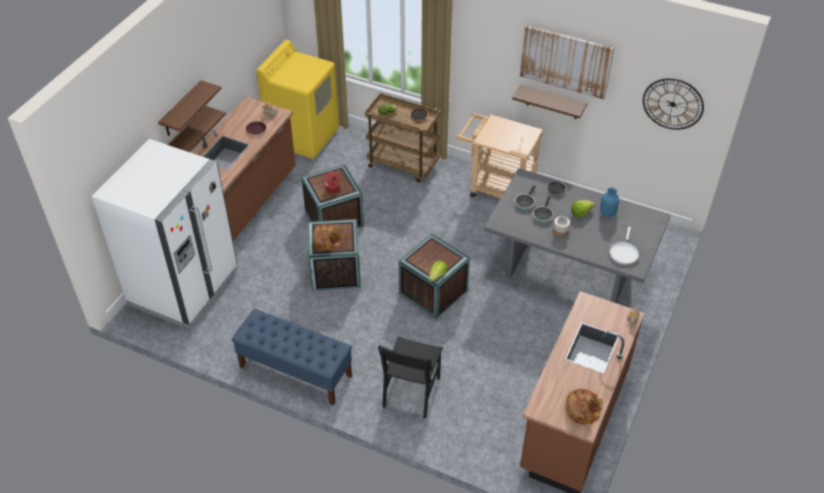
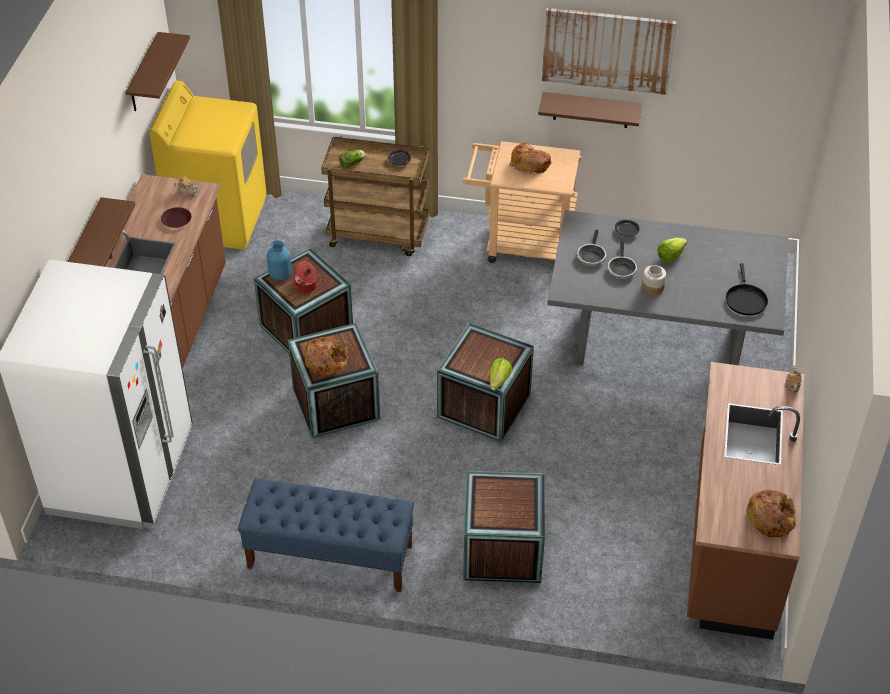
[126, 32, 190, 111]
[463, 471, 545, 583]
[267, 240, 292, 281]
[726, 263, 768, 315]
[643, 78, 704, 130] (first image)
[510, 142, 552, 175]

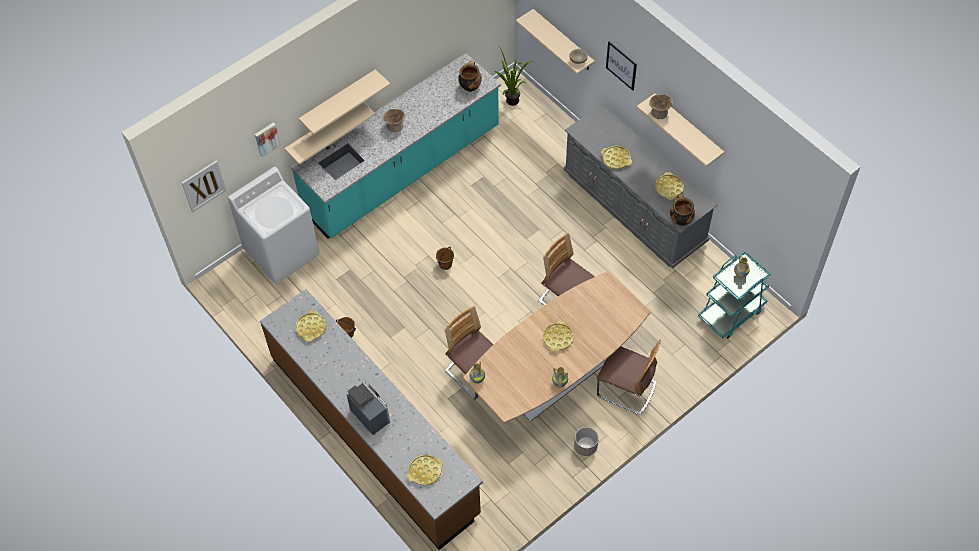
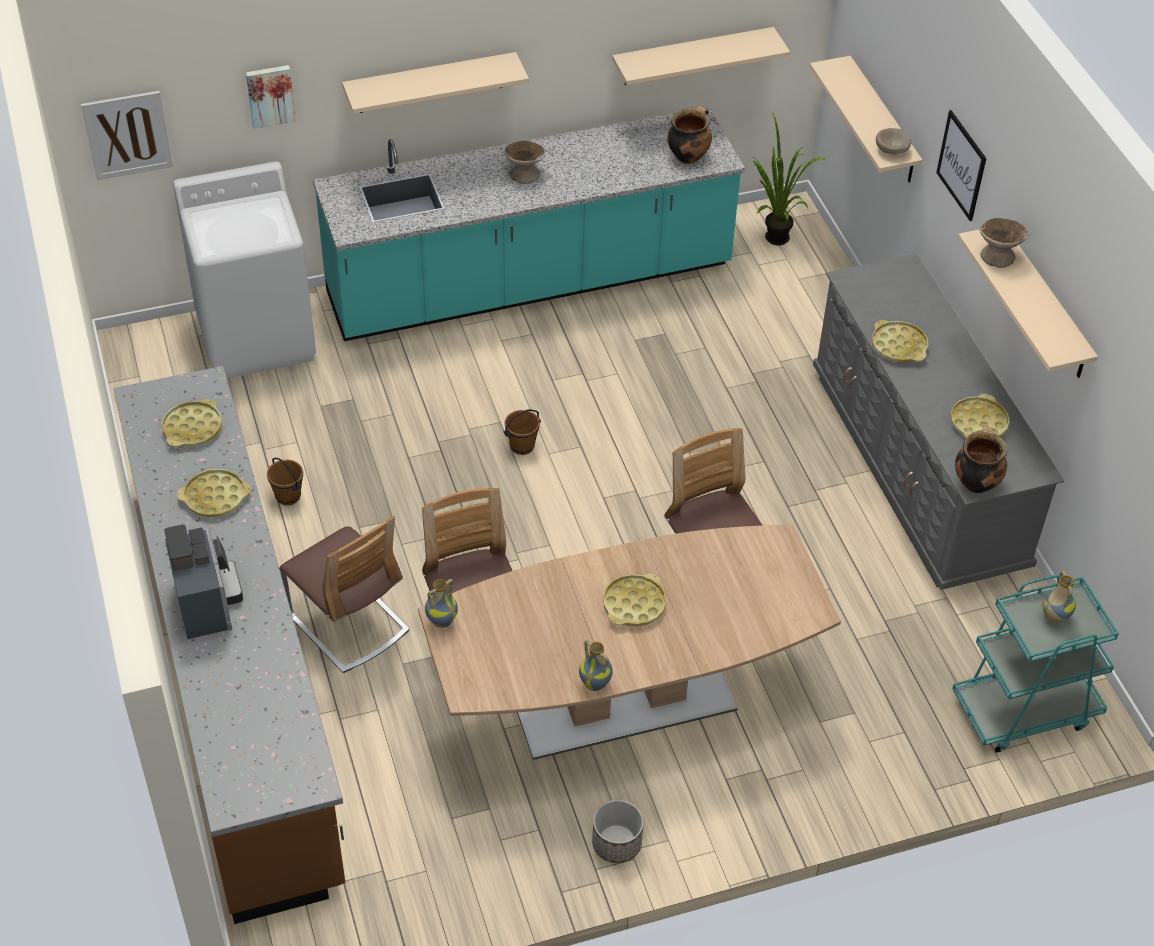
[612, 27, 790, 85]
[177, 469, 251, 517]
[279, 516, 410, 673]

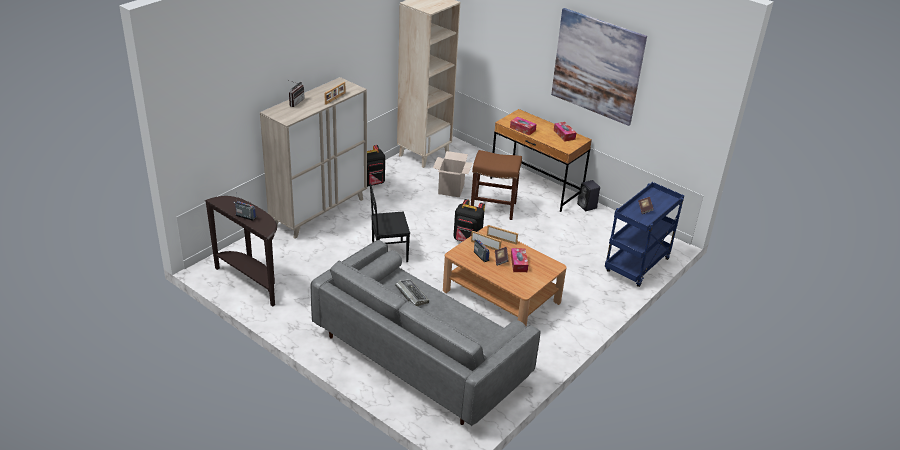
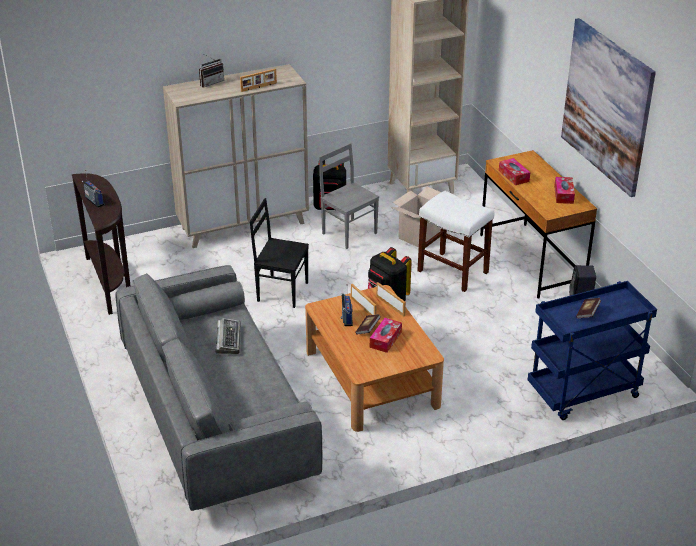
[417, 191, 495, 292]
[319, 143, 379, 249]

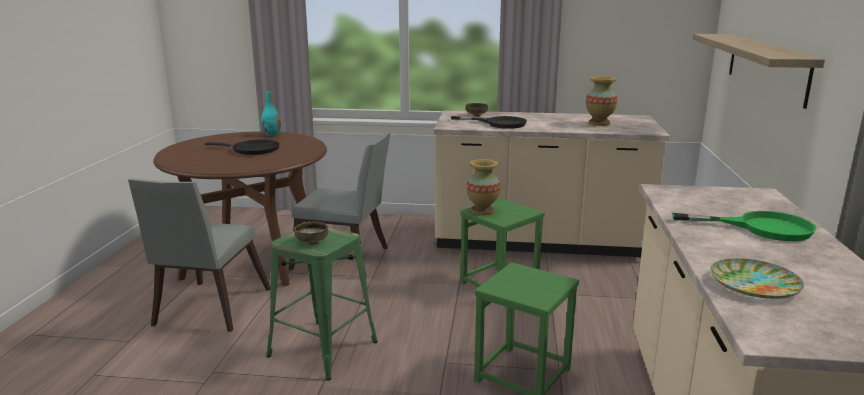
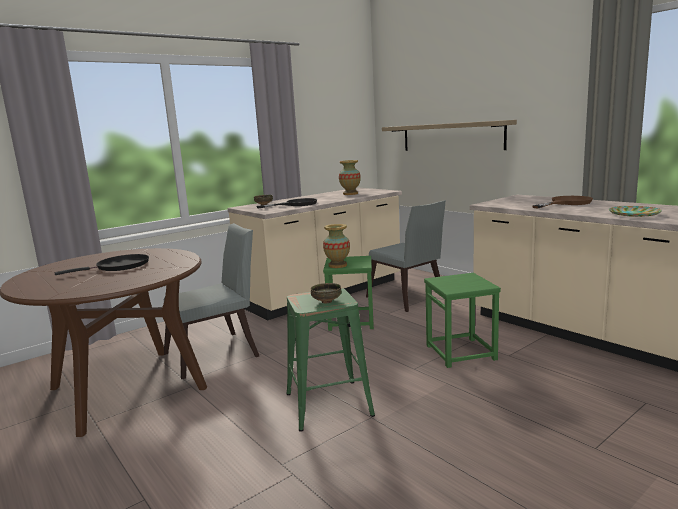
[366, 200, 446, 312]
[261, 91, 281, 136] (first image)
[532, 196, 593, 209]

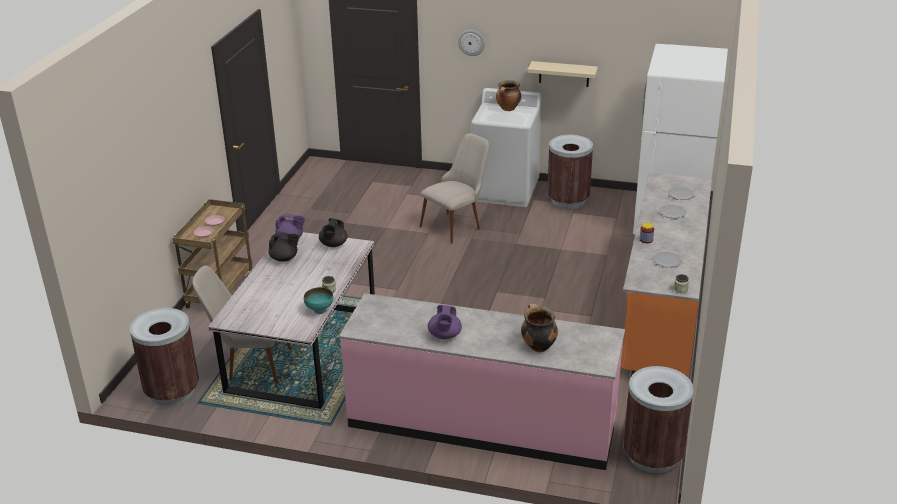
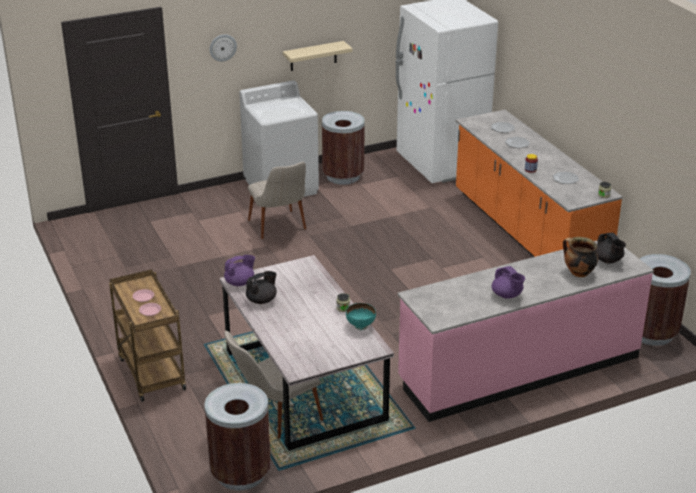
[596, 233, 626, 263]
[248, 162, 306, 239]
[496, 80, 521, 111] (first image)

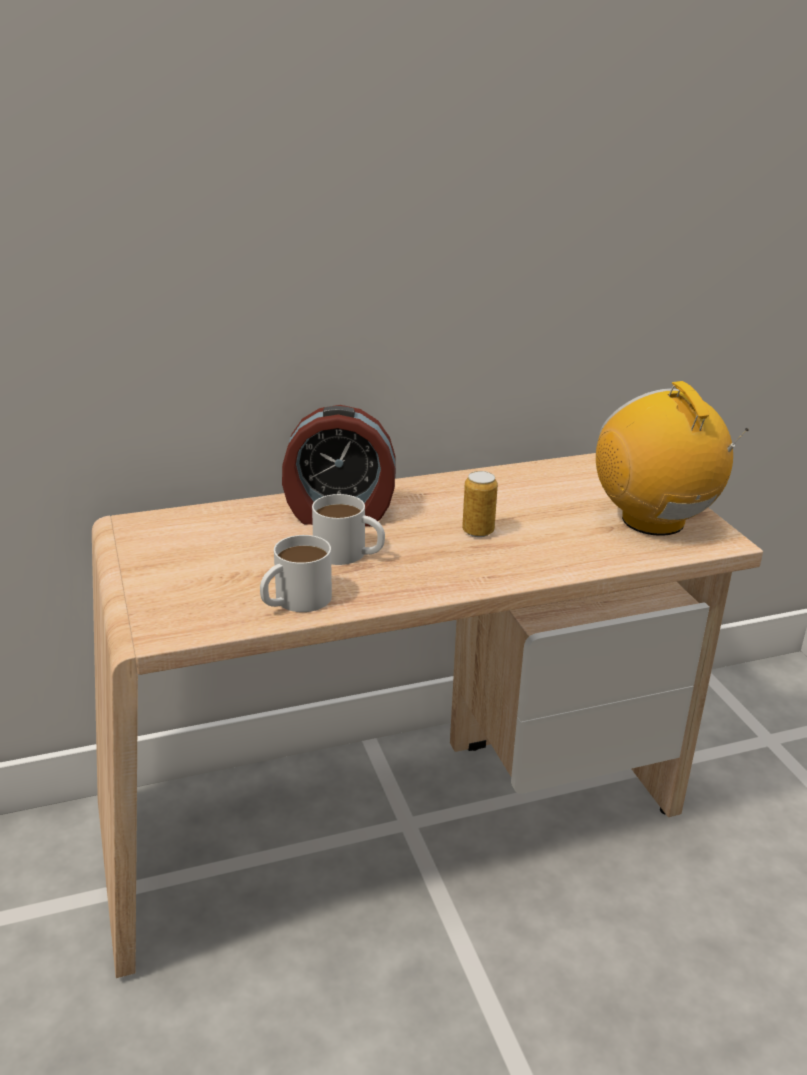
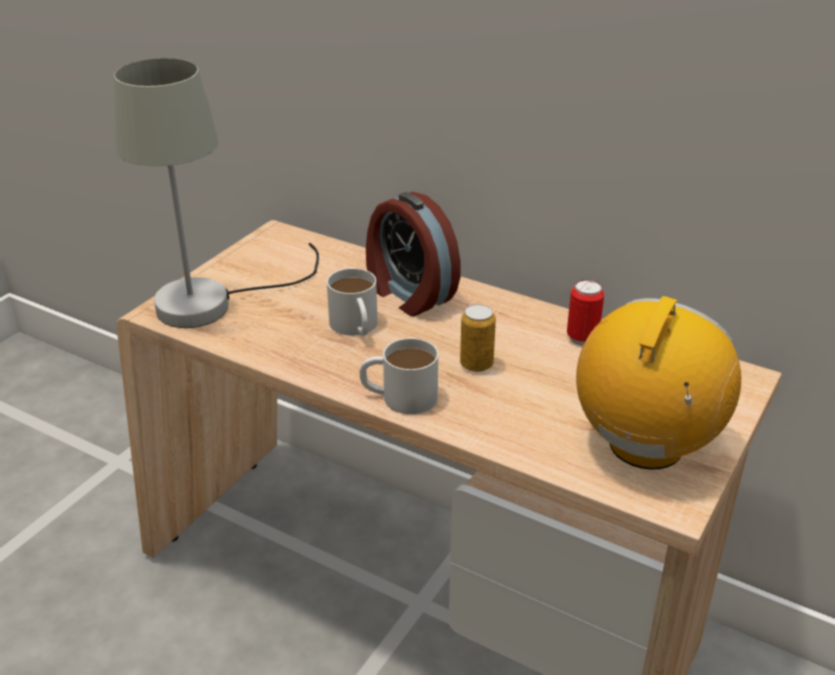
[360, 338, 438, 414]
[114, 58, 319, 328]
[567, 280, 604, 346]

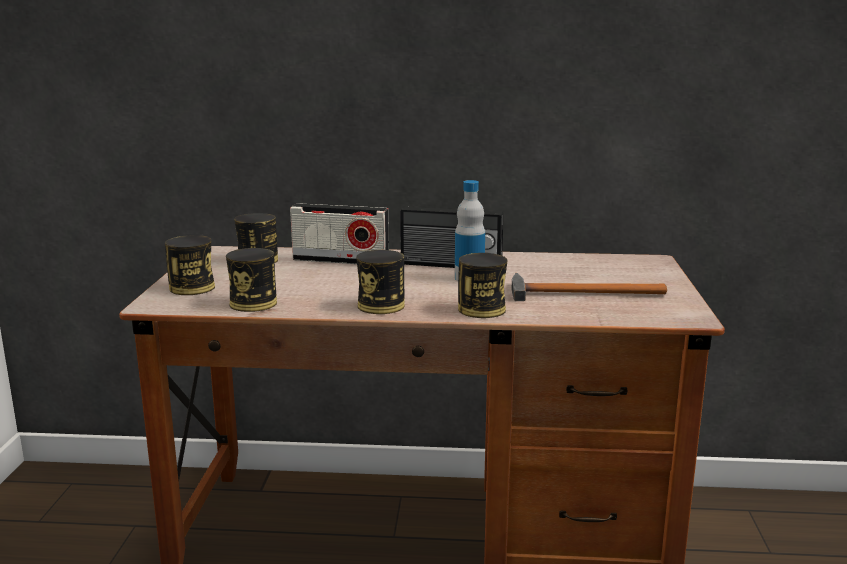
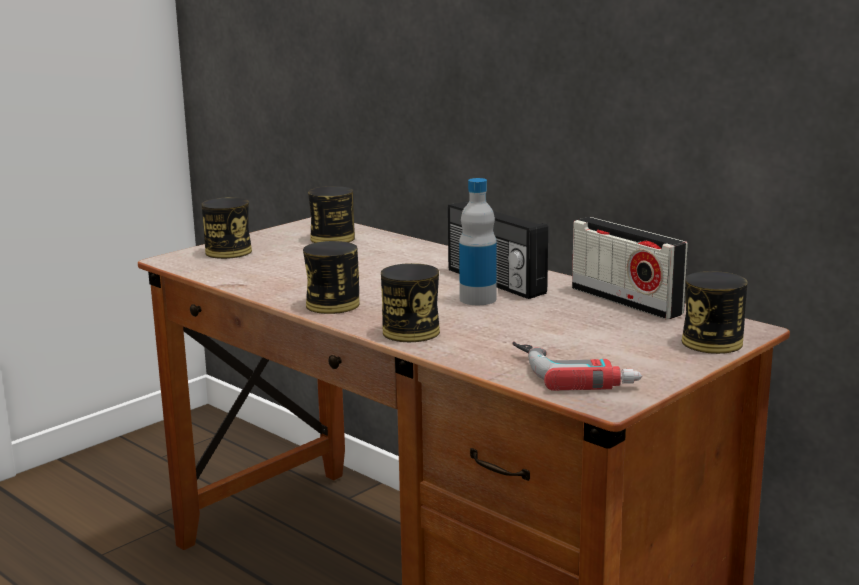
[682, 271, 748, 354]
[572, 217, 688, 320]
[512, 273, 667, 301] (first image)
[512, 341, 642, 391]

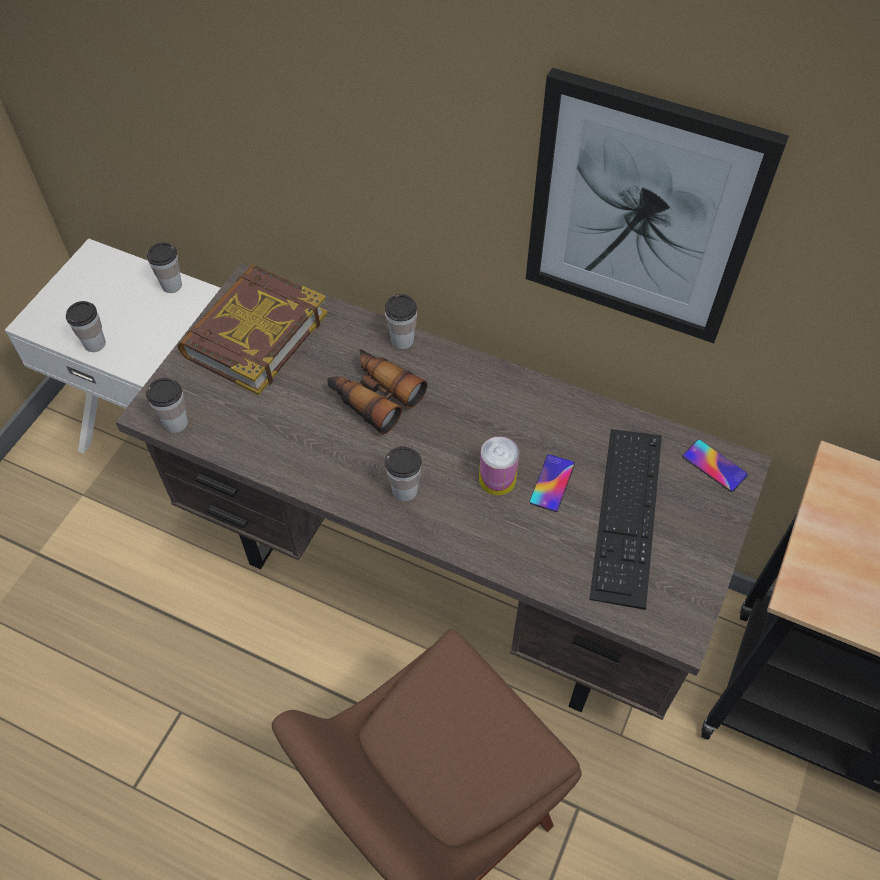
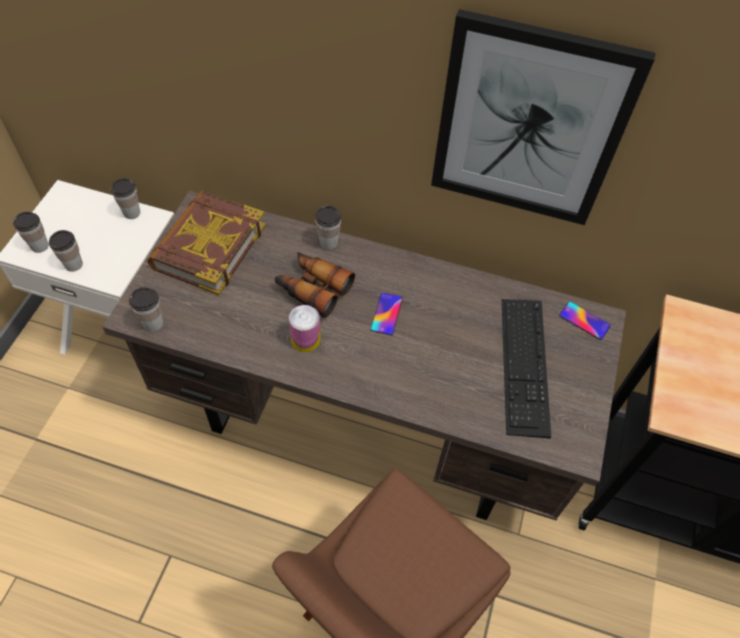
[13, 211, 49, 253]
[289, 305, 321, 352]
[371, 293, 403, 335]

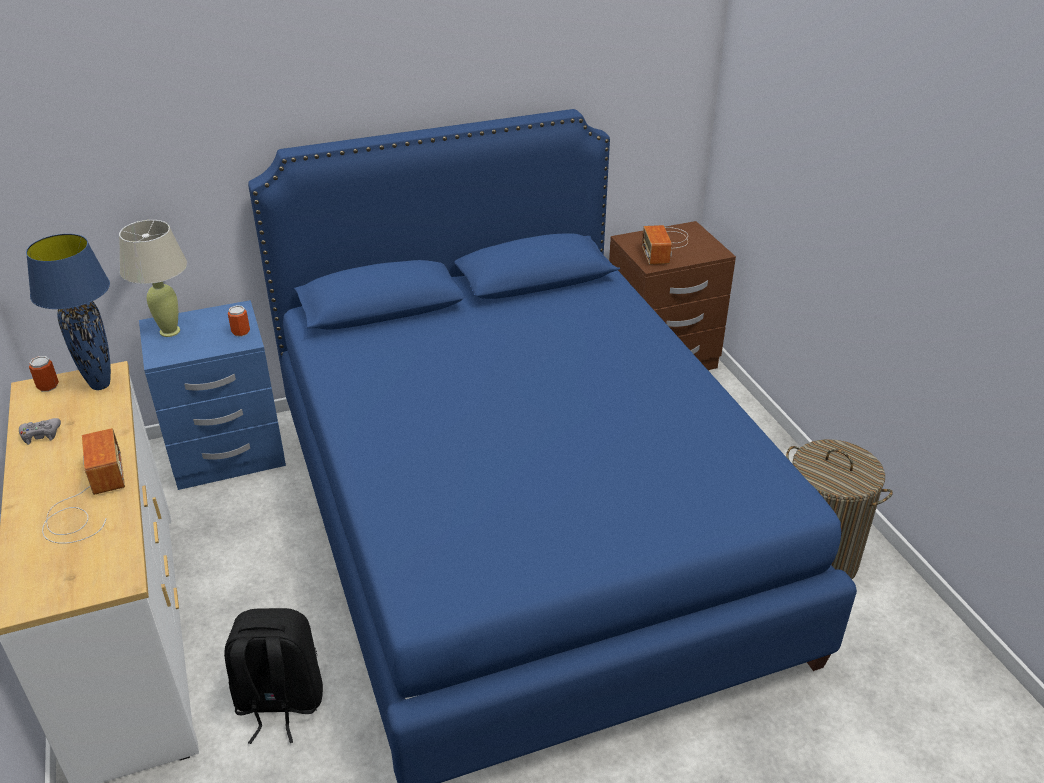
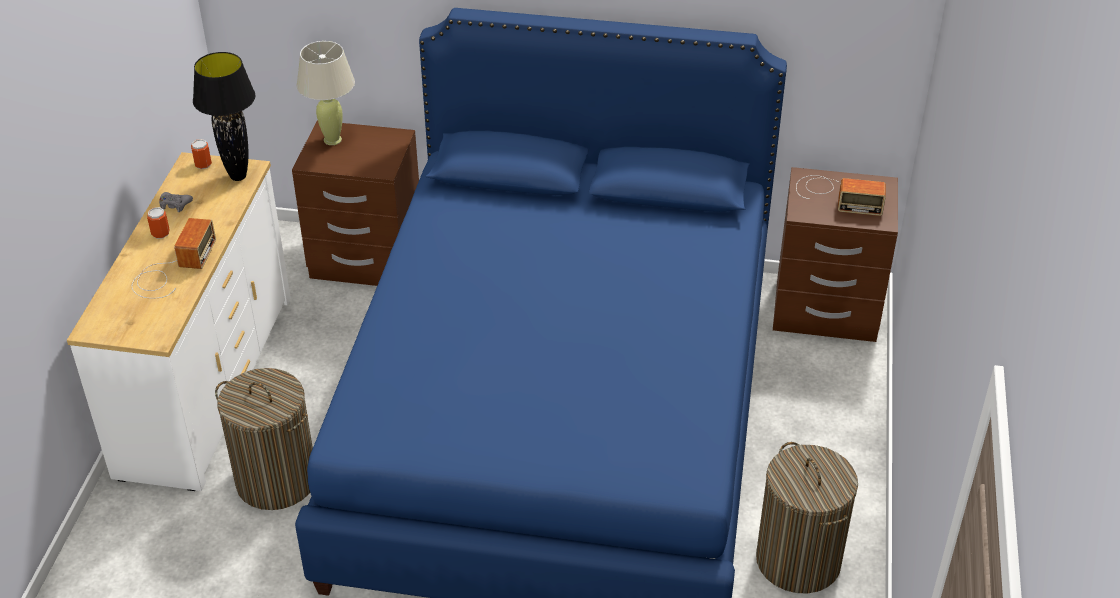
[193, 52, 256, 181]
[292, 120, 419, 286]
[215, 368, 313, 510]
[147, 207, 170, 239]
[796, 175, 886, 216]

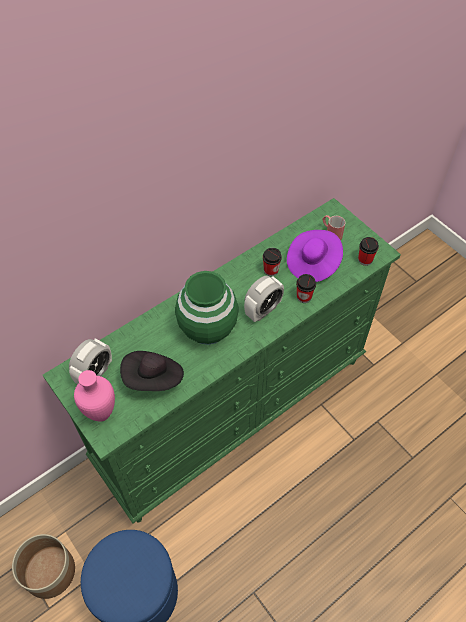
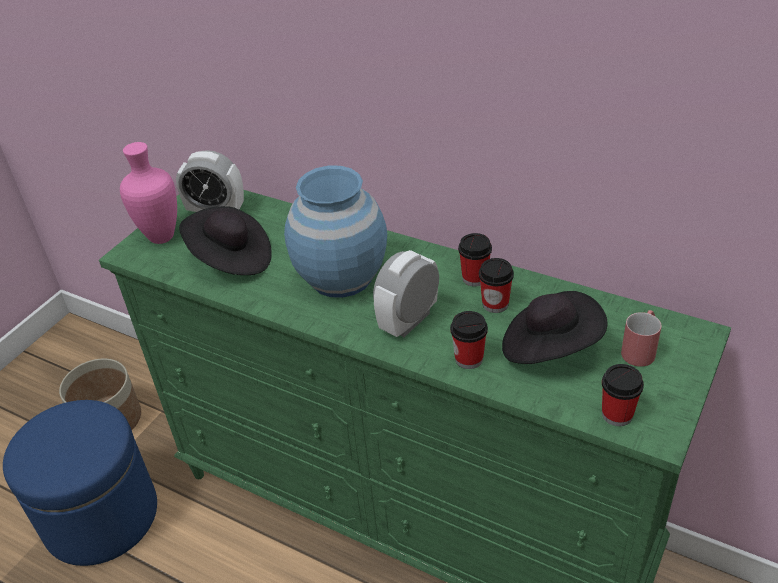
[284, 166, 387, 298]
[373, 250, 439, 337]
[502, 291, 608, 364]
[458, 233, 492, 286]

